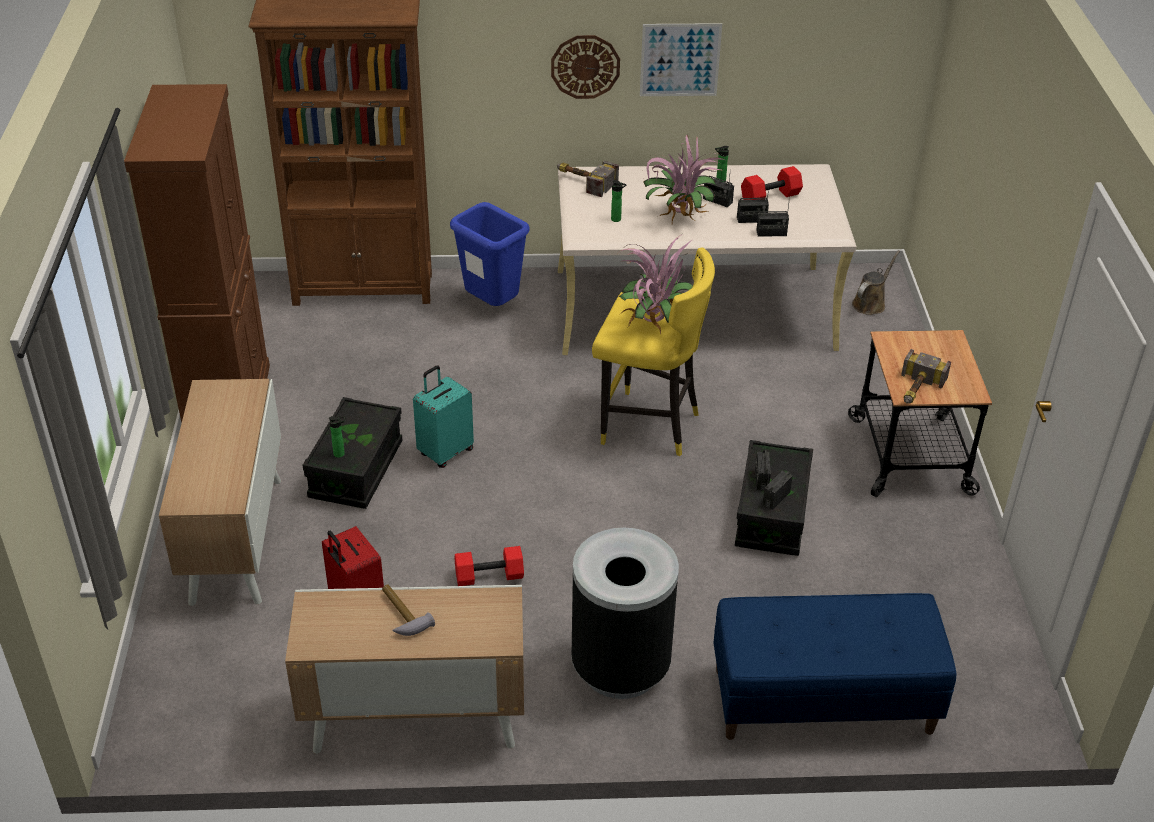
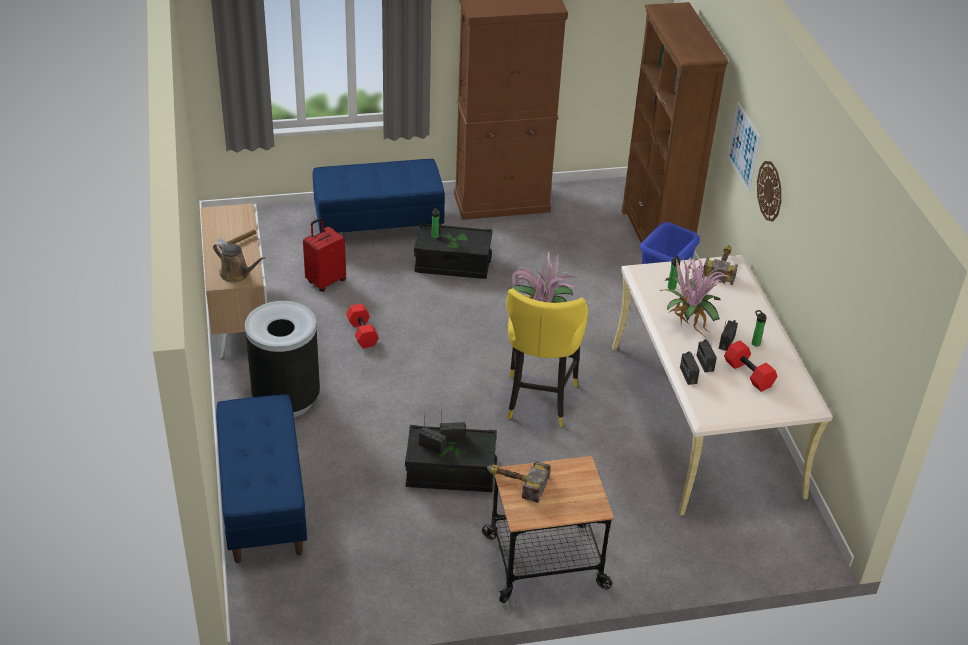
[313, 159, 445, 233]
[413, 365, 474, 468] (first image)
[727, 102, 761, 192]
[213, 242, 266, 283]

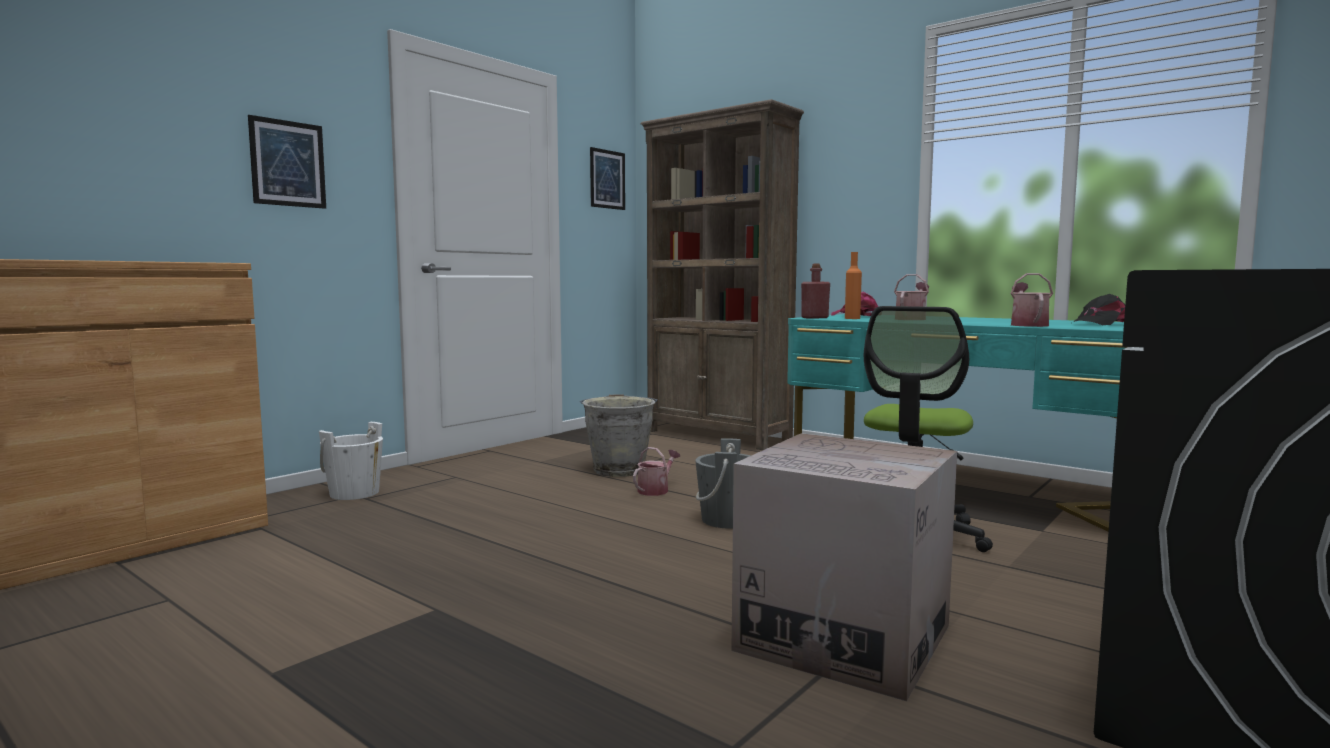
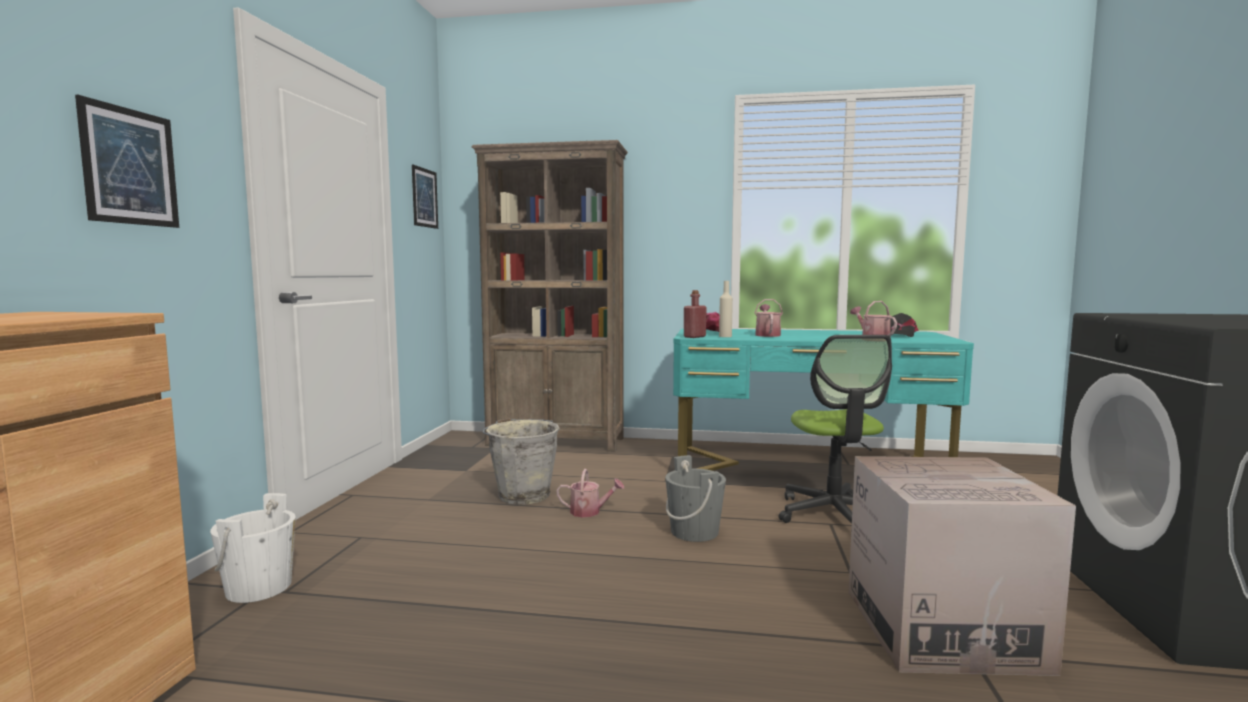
[556, 469, 625, 518]
[719, 281, 733, 337]

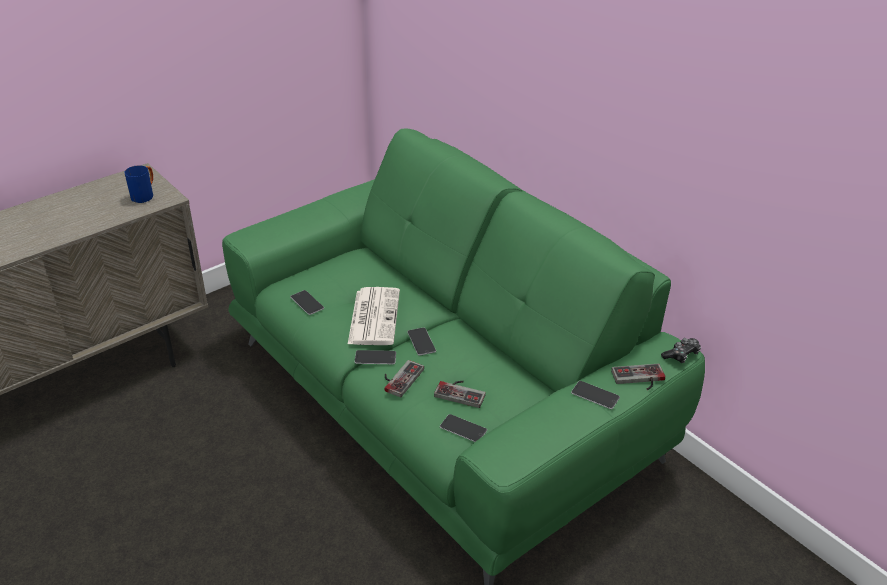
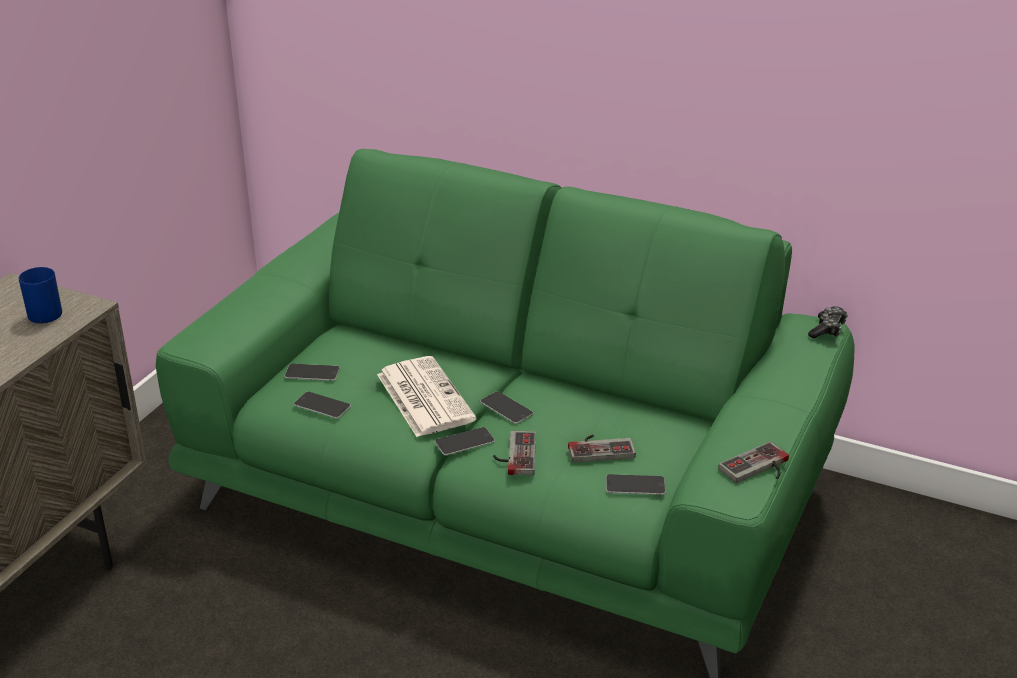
[284, 364, 340, 381]
[718, 441, 789, 483]

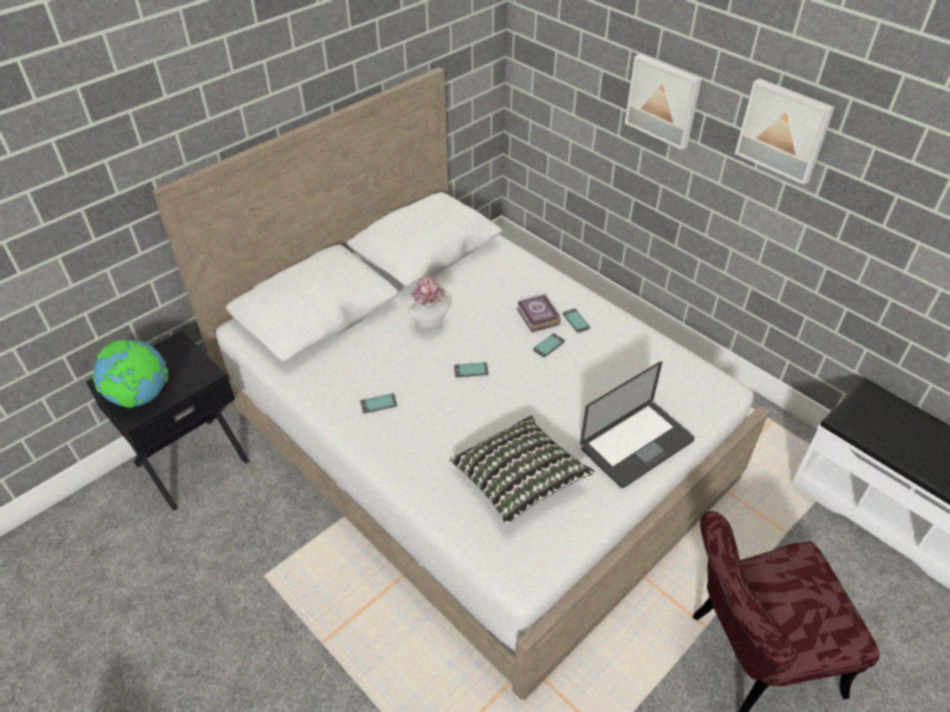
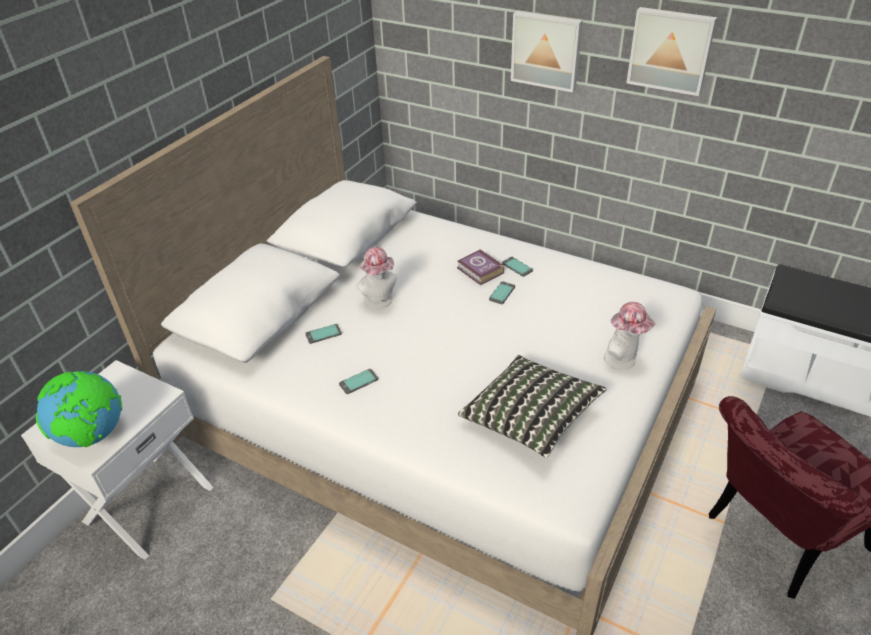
[21, 360, 214, 560]
[305, 324, 342, 344]
[604, 302, 656, 370]

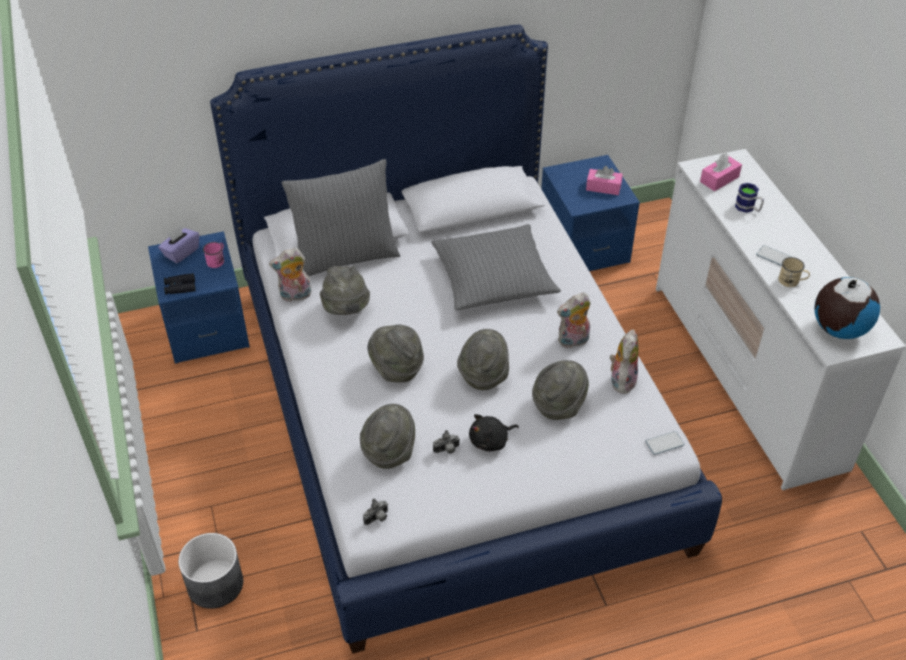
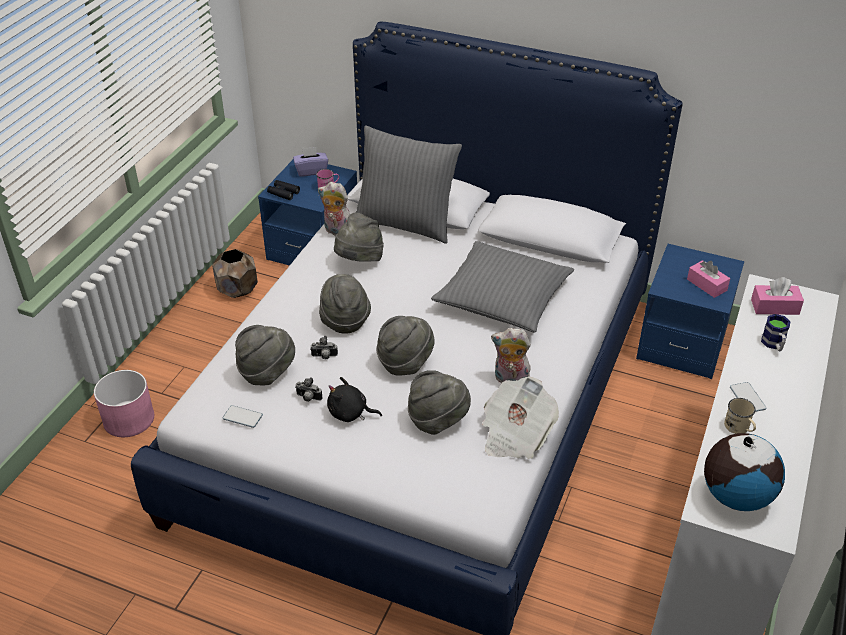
[94, 370, 154, 437]
[310, 336, 338, 359]
[482, 377, 559, 459]
[223, 405, 263, 428]
[212, 249, 258, 298]

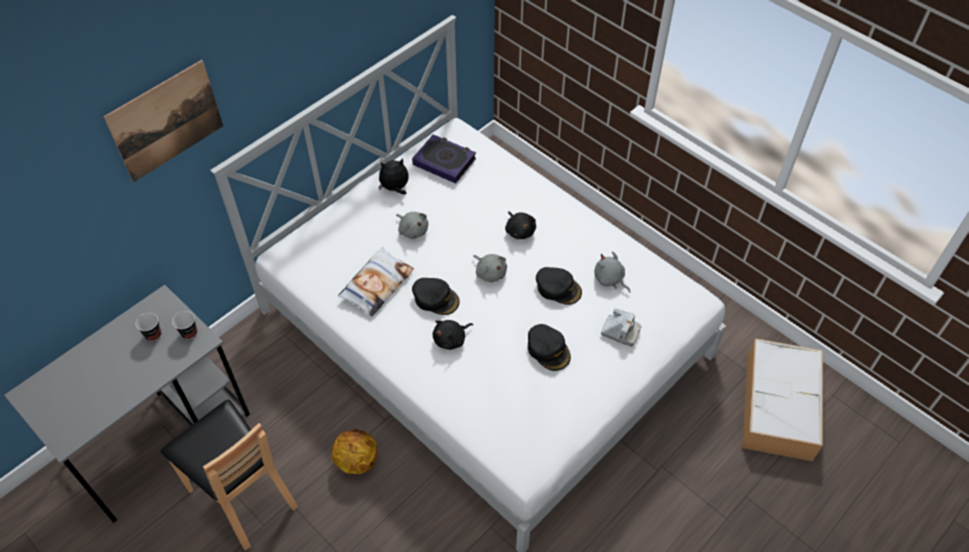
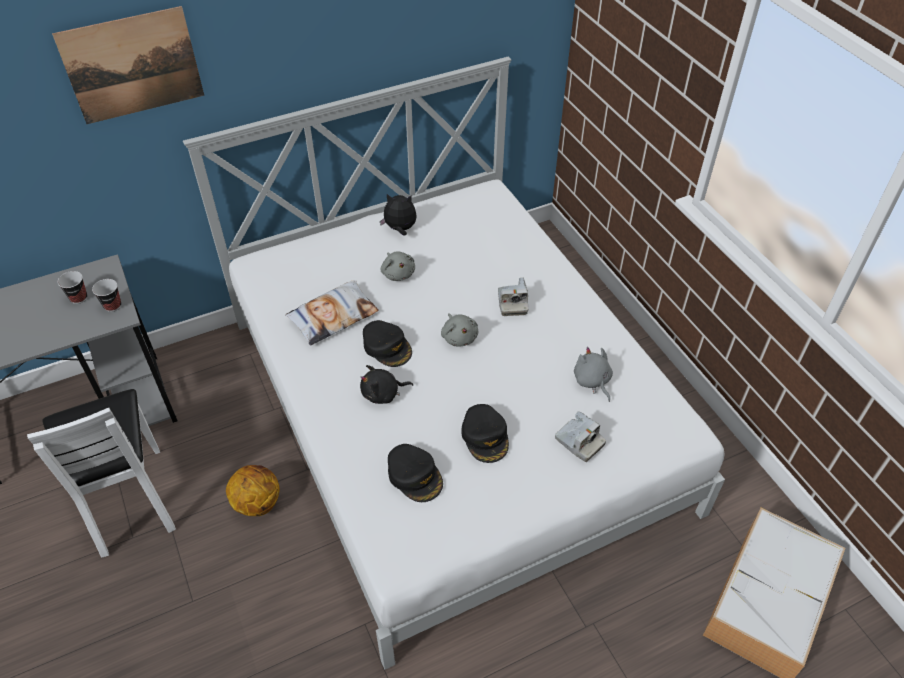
[27, 389, 176, 558]
[412, 134, 476, 184] (first image)
[498, 277, 528, 316]
[388, 444, 443, 502]

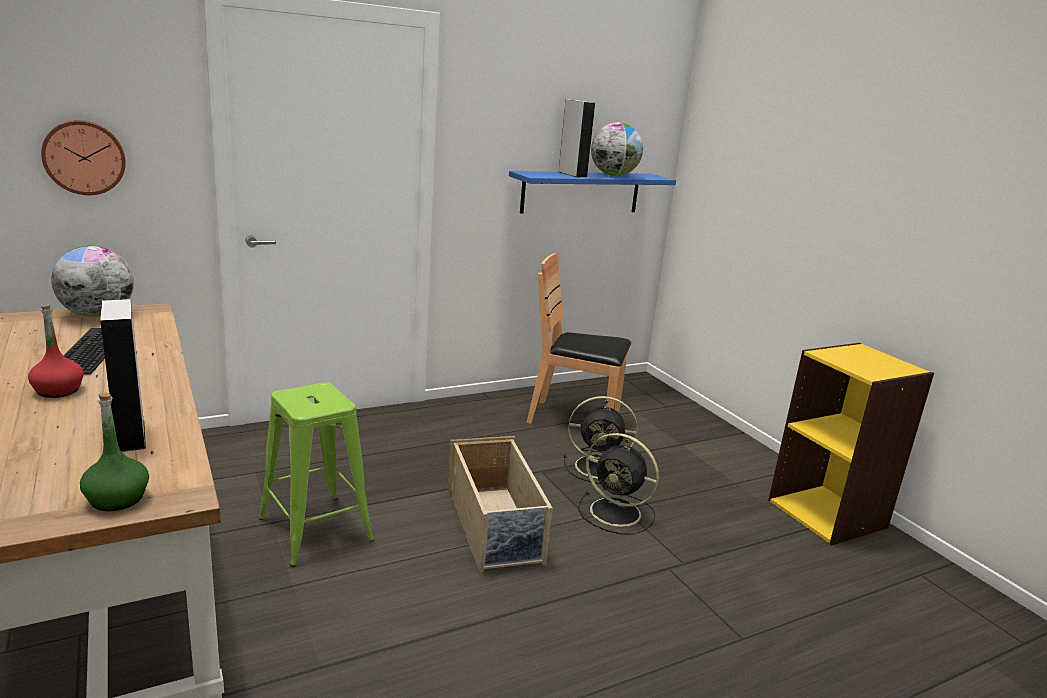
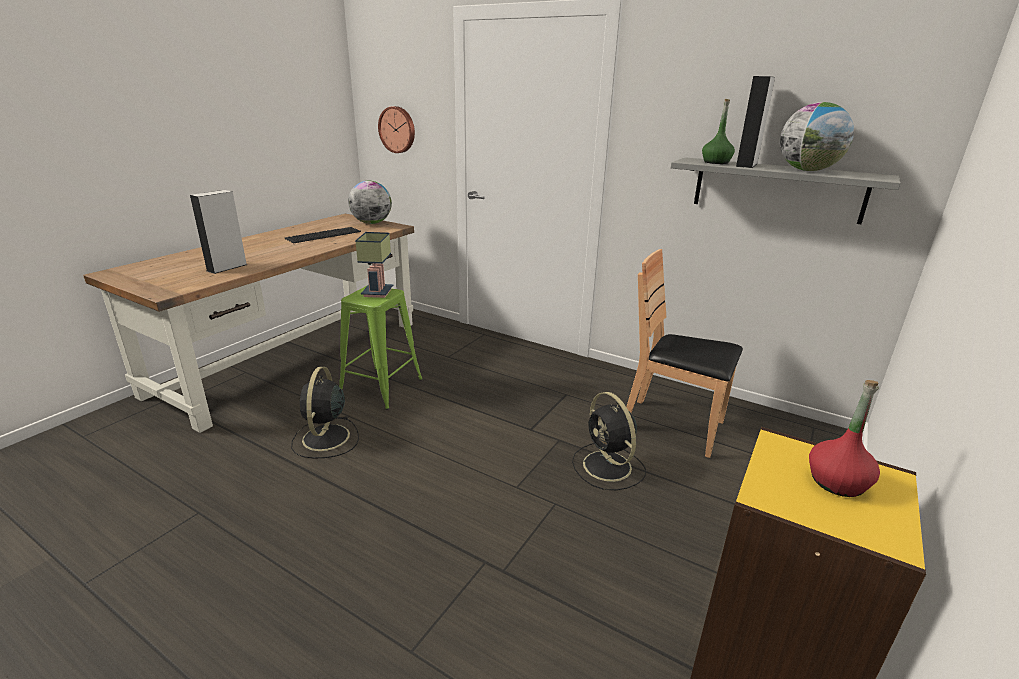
[809, 380, 880, 497]
[702, 99, 735, 164]
[448, 436, 553, 573] (first image)
[671, 157, 901, 224]
[627, 249, 743, 458]
[291, 367, 359, 459]
[355, 232, 393, 298]

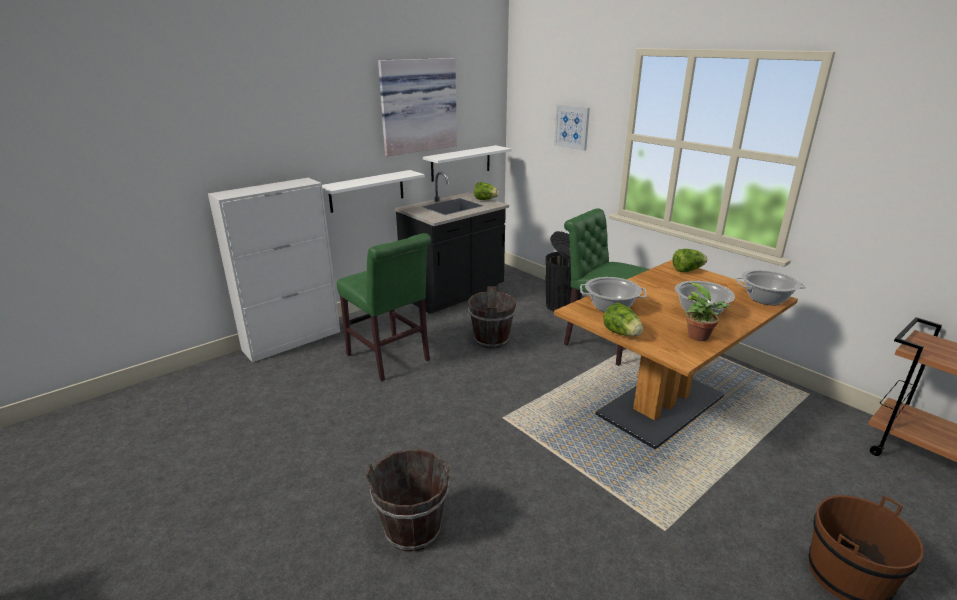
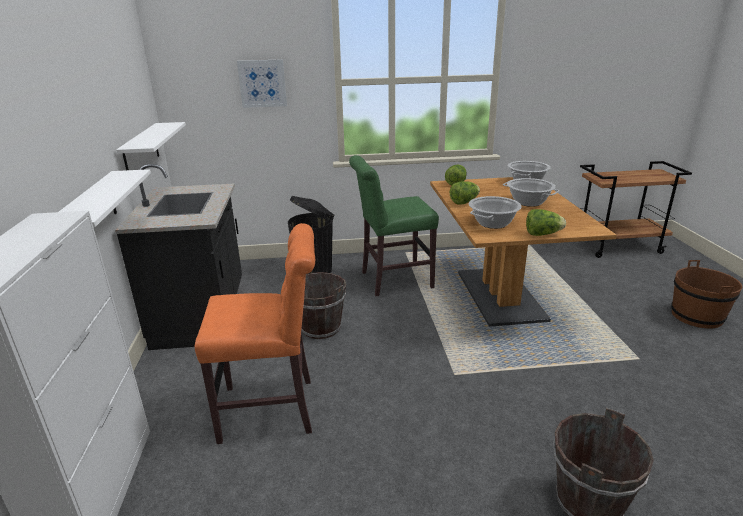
[195, 223, 315, 444]
[378, 58, 457, 156] (first image)
[450, 181, 480, 205]
[685, 282, 731, 341] (first image)

